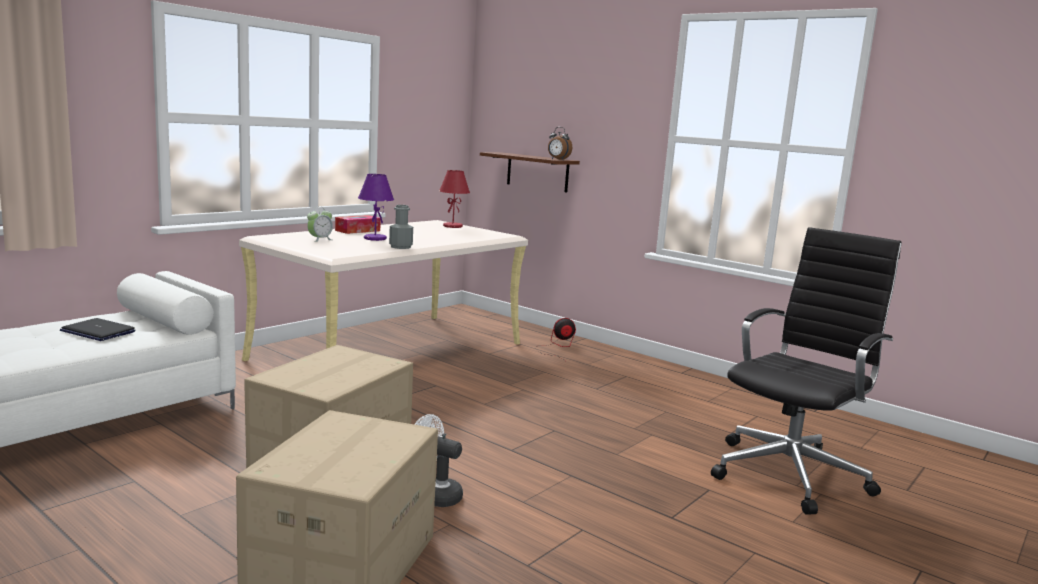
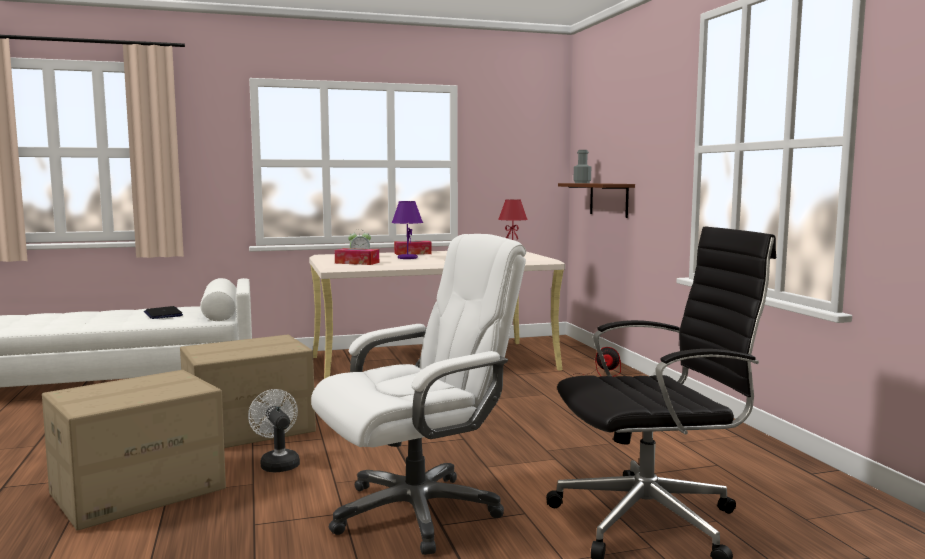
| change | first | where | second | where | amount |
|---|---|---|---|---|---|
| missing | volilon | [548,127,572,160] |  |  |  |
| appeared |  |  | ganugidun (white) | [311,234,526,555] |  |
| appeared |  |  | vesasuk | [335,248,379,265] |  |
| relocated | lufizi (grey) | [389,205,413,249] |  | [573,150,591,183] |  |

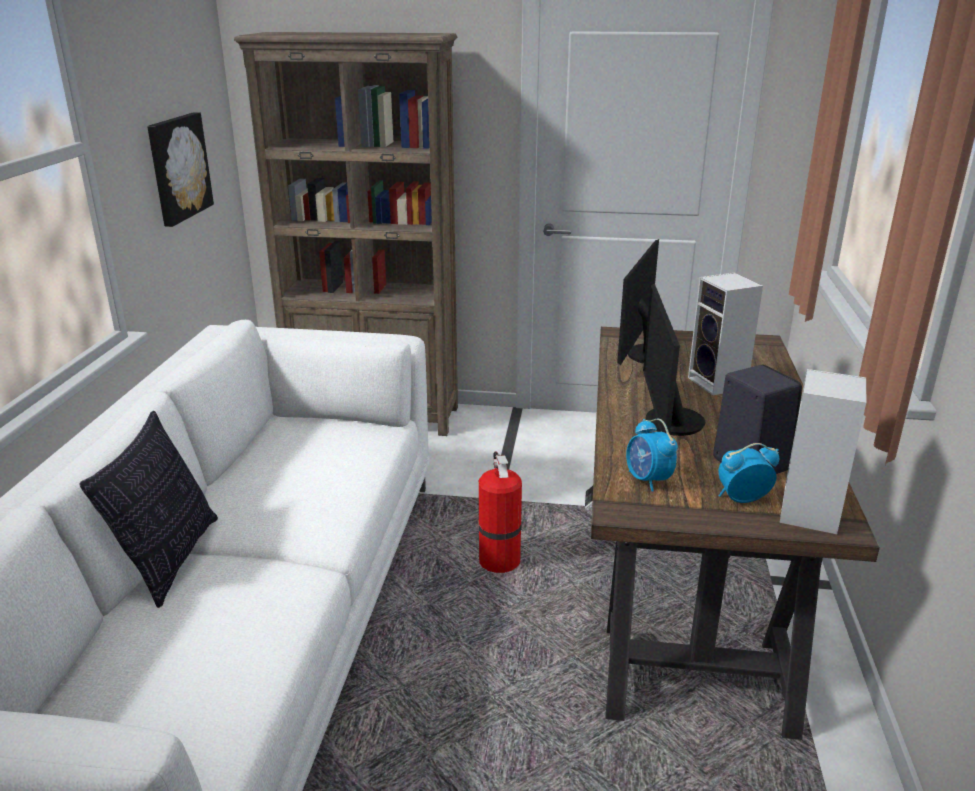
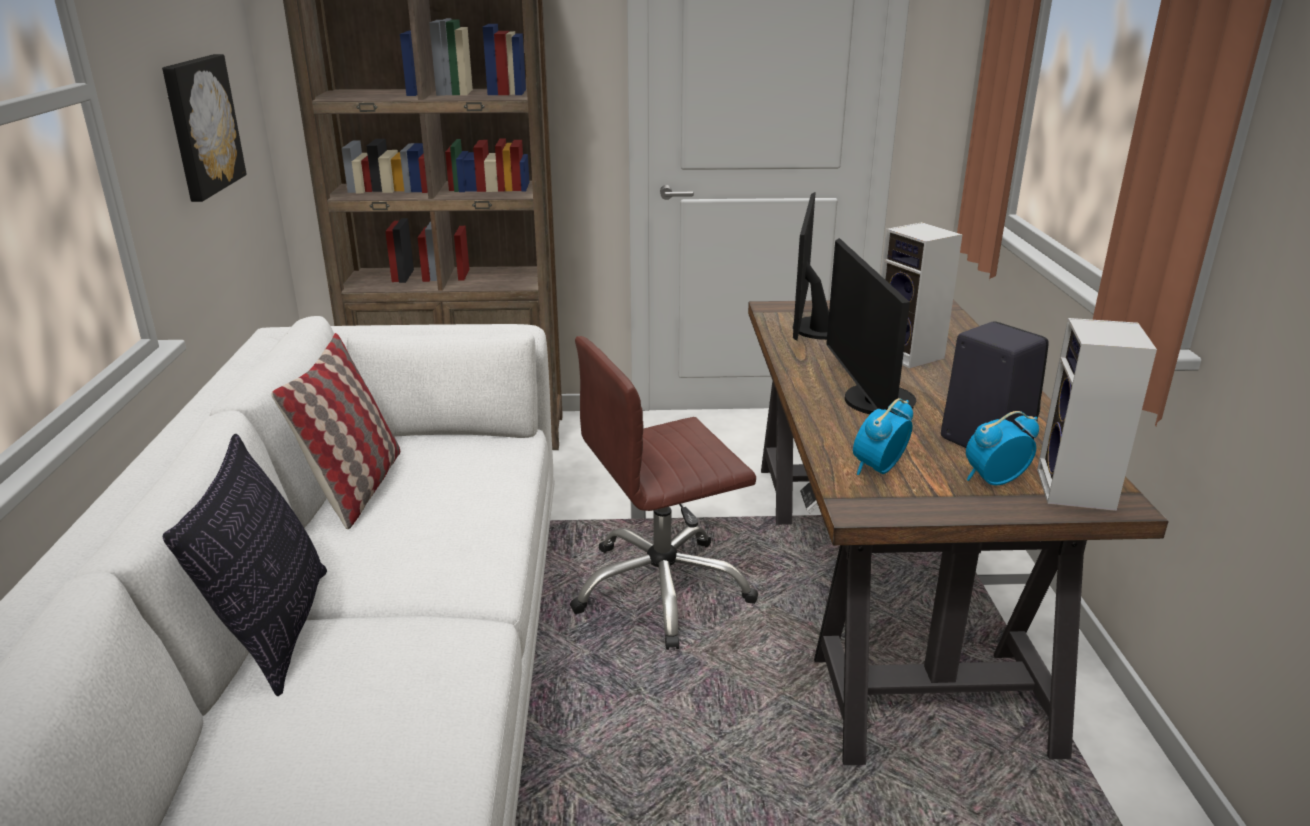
| change | first | where | second | where | amount |
|---|---|---|---|---|---|
| appeared |  |  | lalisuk | [271,333,400,529] |  |
| exchanged | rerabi | [478,451,522,573] | ganugidun (brown) | [570,336,758,650] |  |
| spun | volilon | [626,419,678,491] |  | [853,398,913,475] | 75 degrees clockwise |

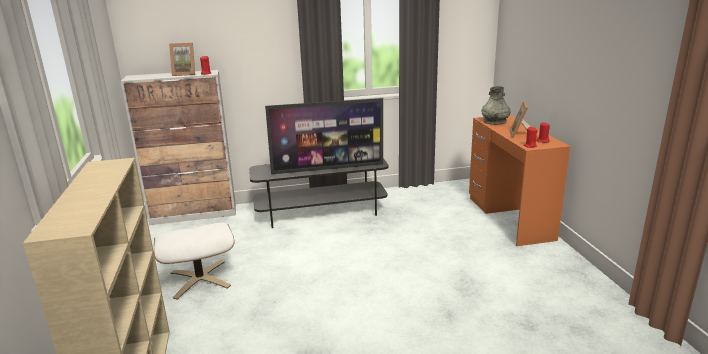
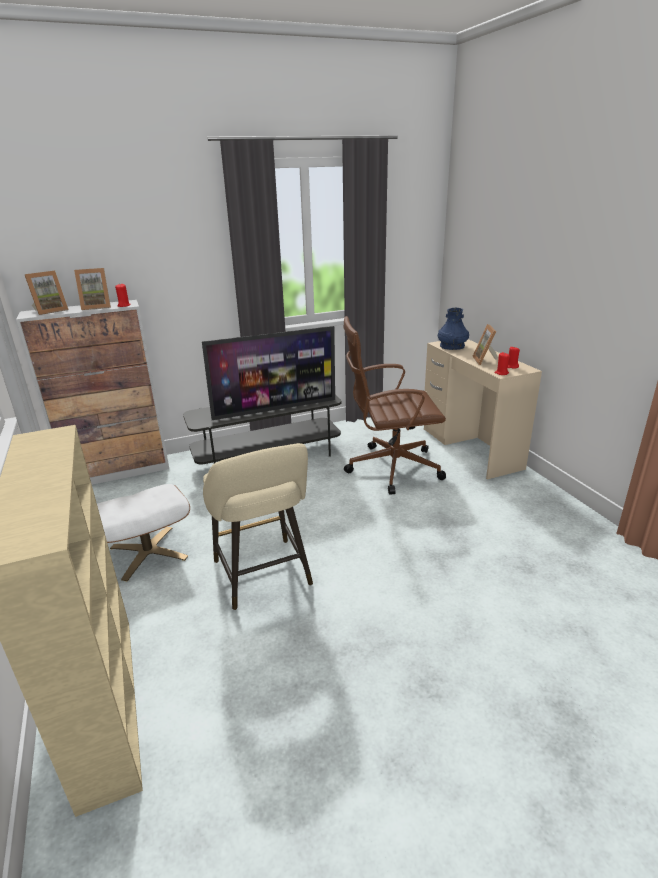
| change | first | where | second | where | amount |
|---|---|---|---|---|---|
| appeared |  |  | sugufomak | [25,271,69,315] |  |
| appeared |  |  | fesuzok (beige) | [203,443,313,610] |  |
| appeared |  |  | ganugidun (brown) | [343,316,446,495] |  |
| colour | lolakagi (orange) | [469,115,570,246] | lolakagi (beige) | [424,339,542,480] |  |
| colour | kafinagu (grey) | [482,86,511,125] | kafinagu (blue) | [438,308,469,350] |  |

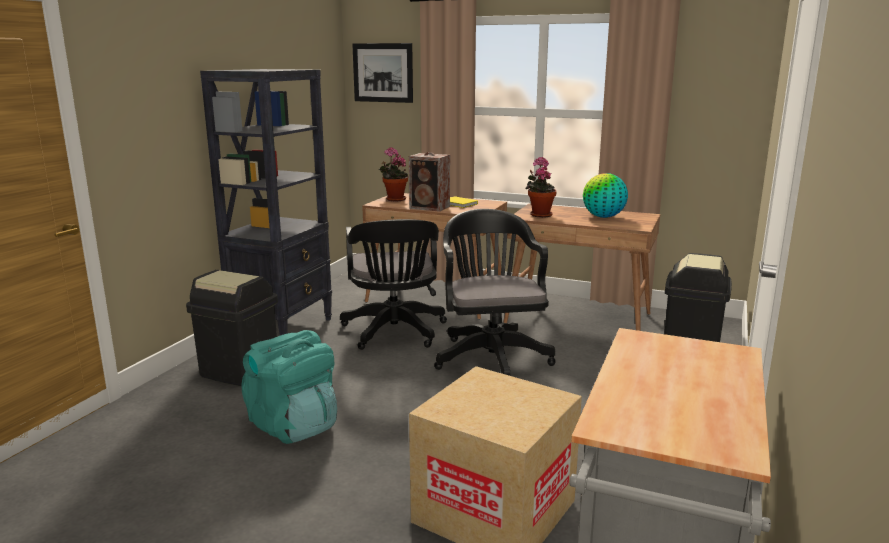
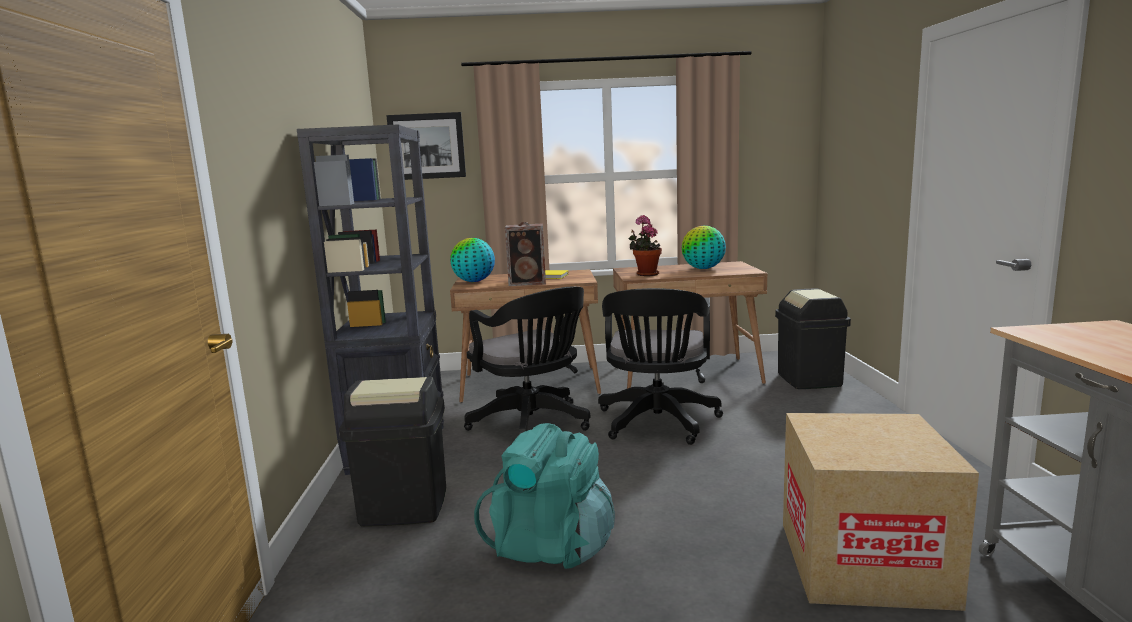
| change | first | where | second | where | amount |
|---|---|---|---|---|---|
| exchanged | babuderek | [379,147,408,201] | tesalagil | [450,238,495,282] |  |
| spun | ganugidun (black) | [434,209,556,376] |  | [598,288,723,445] | 135 degrees counterclockwise |

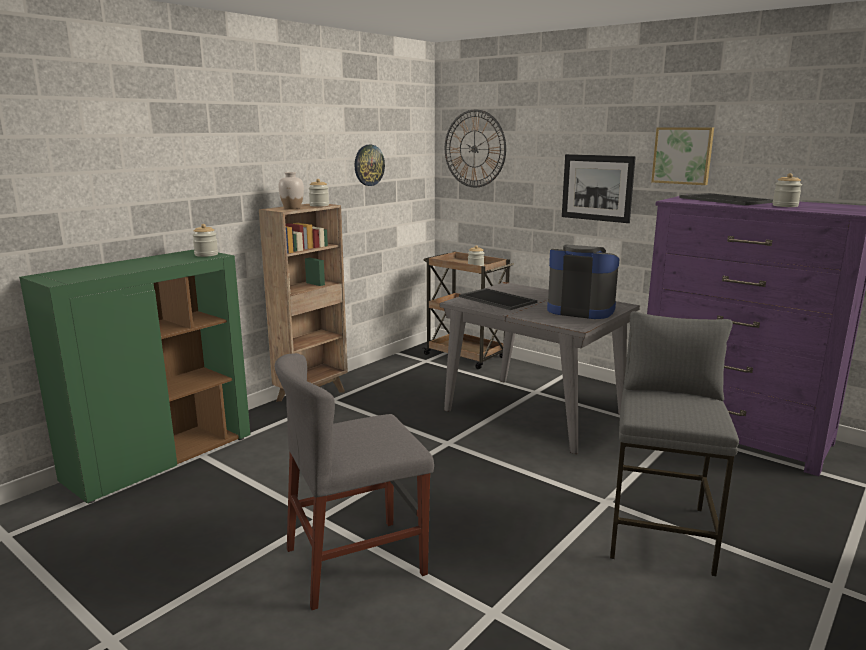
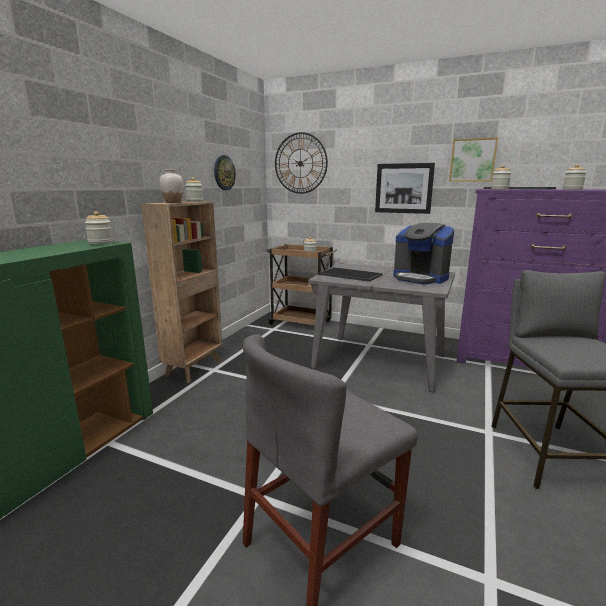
| change | first | where | second | where | amount |
|---|---|---|---|---|---|
| appeared |  |  | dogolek | [491,165,511,189] |  |
| spun | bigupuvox | [547,245,619,319] |  | [393,223,454,284] | 150 degrees counterclockwise |

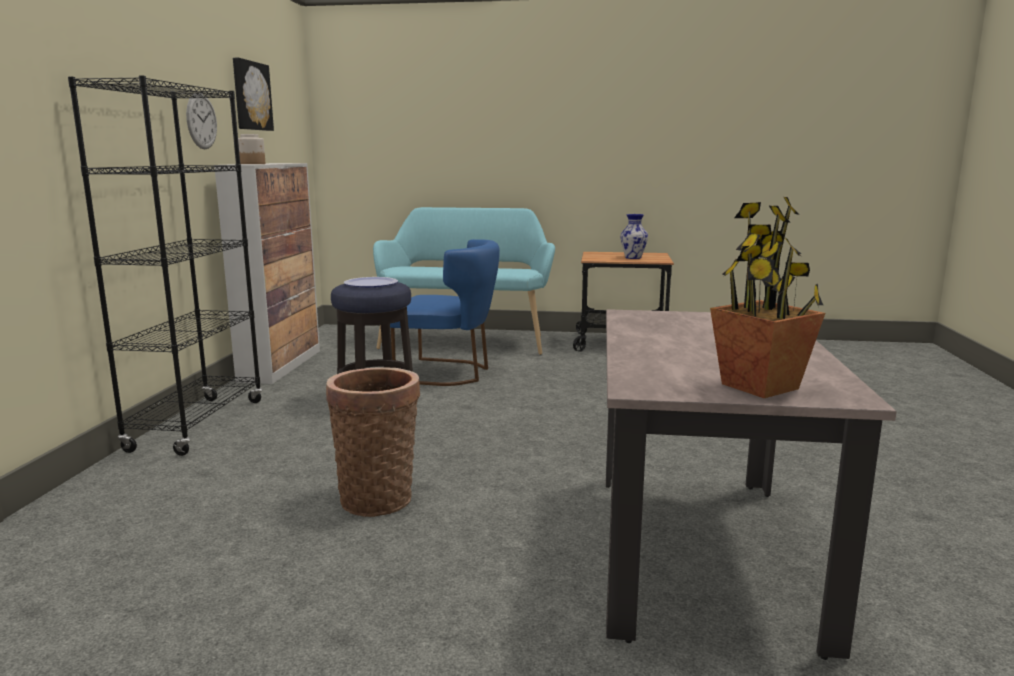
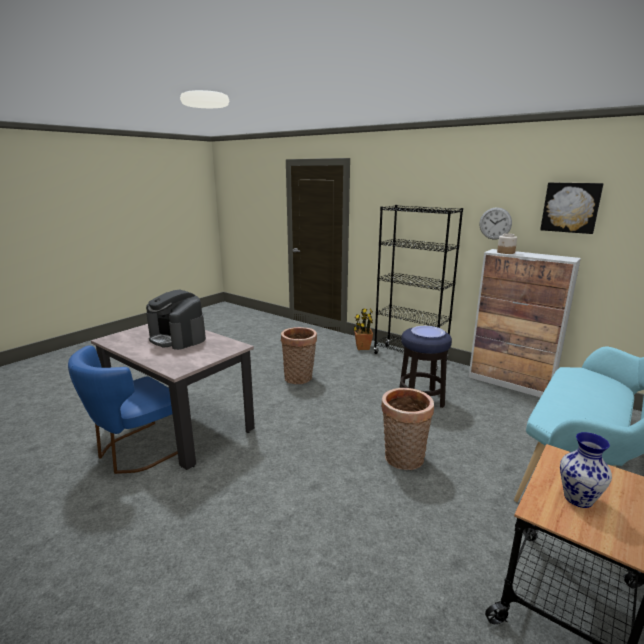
| change | first | where | second | where | amount |
|---|---|---|---|---|---|
| appeared |  |  | bigupuvox | [146,290,206,350] |  |
| appeared |  |  | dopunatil | [381,388,434,470] |  |
| relocated | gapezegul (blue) | [390,239,500,386] |  | [68,345,178,474] |  |
| relocated | babuderek | [710,197,825,398] |  | [353,308,373,350] |  |

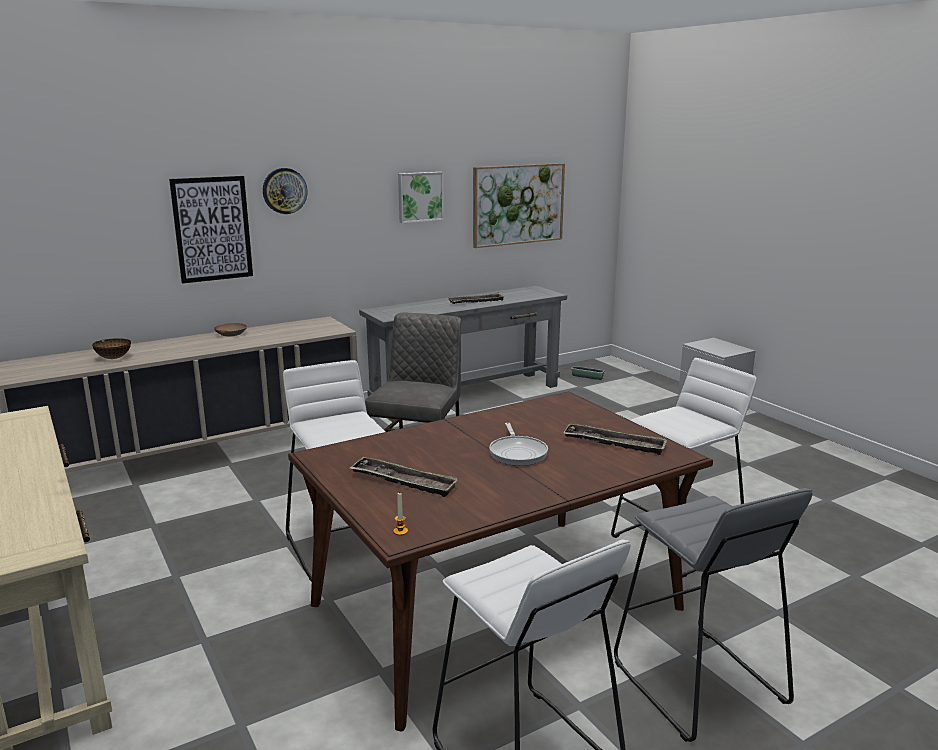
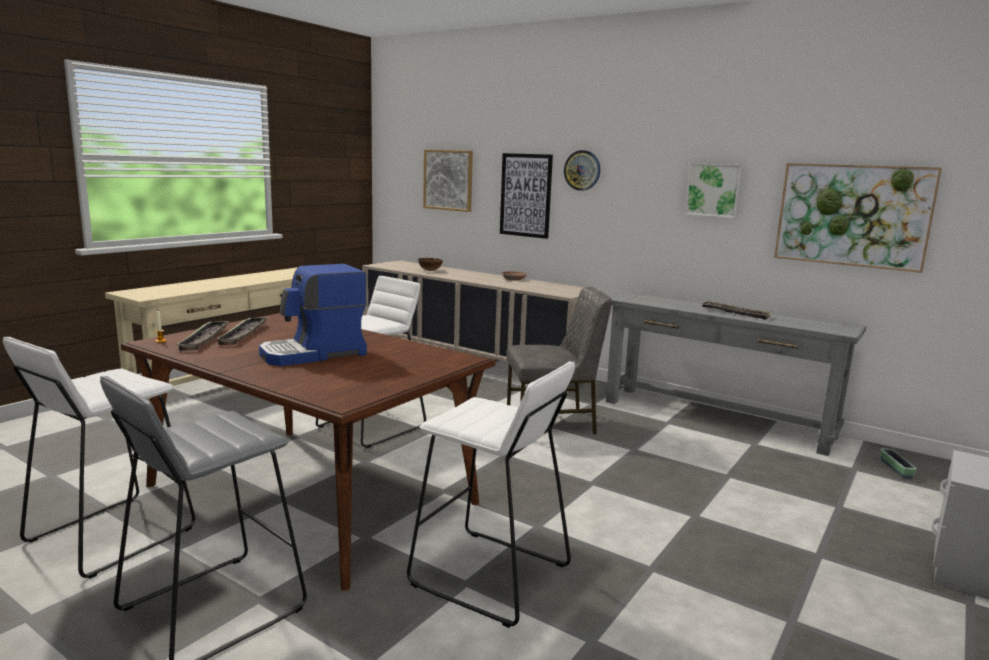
| change | first | where | second | where | amount |
|---|---|---|---|---|---|
| appeared |  |  | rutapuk | [423,149,473,212] |  |
| relocated | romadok | [563,424,667,455] |  | [176,321,229,351] |  |
| exchanged | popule | [489,423,548,466] | bigupuvox | [259,264,367,366] |  |

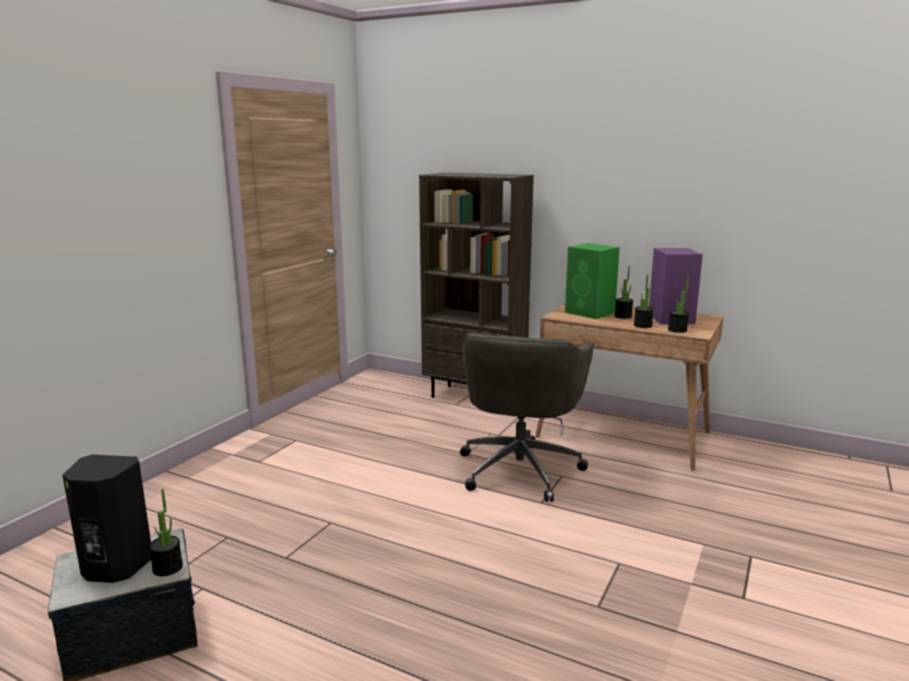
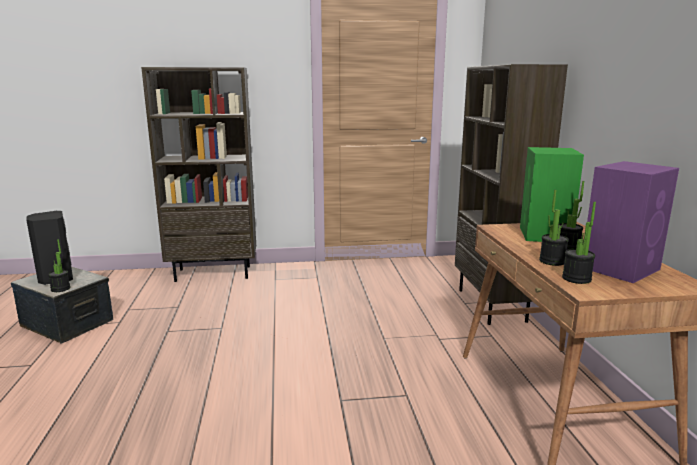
| change | first | where | second | where | amount |
|---|---|---|---|---|---|
| missing | ganugidun (grey) | [460,333,594,502] |  |  |  |
| appeared |  |  | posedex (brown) | [141,67,256,282] |  |

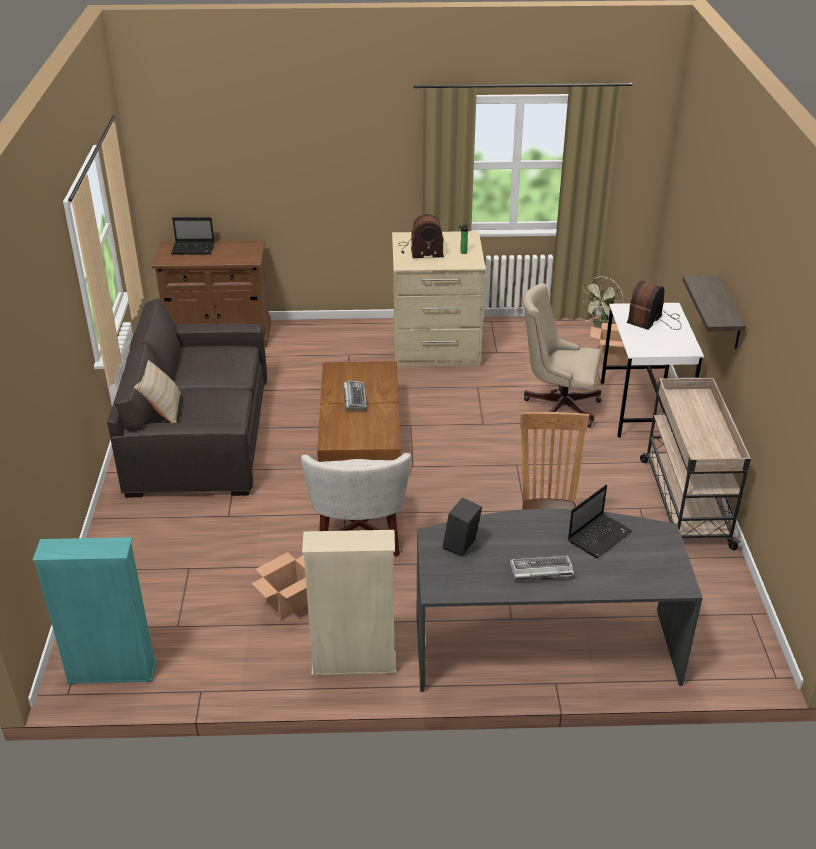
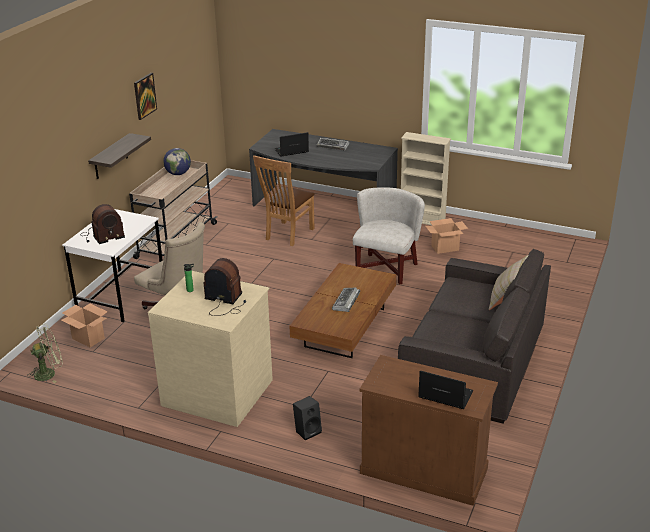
| change | first | where | second | where | amount |
|---|---|---|---|---|---|
| missing | posedex (turquoise) | [32,537,157,684] |  |  |  |
| appeared |  |  | rutapuk | [134,73,157,120] |  |
| appeared |  |  | tesalagil | [163,148,191,175] |  |
| relocated | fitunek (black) | [443,497,482,556] |  | [293,396,322,440] |  |

